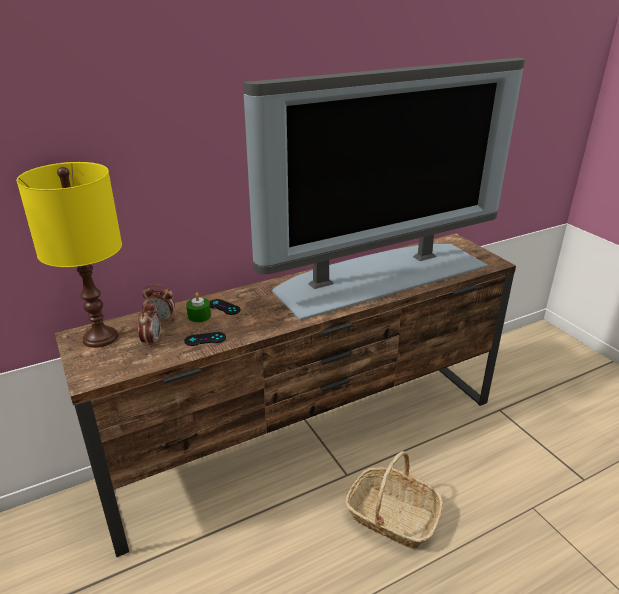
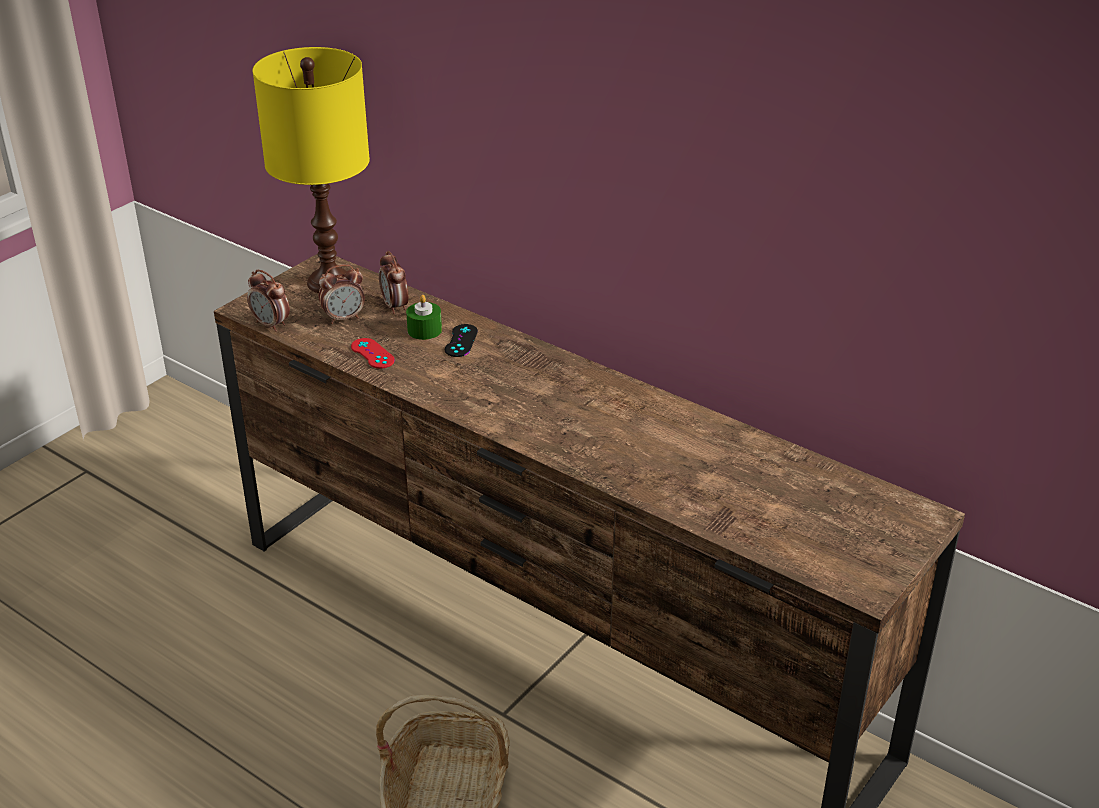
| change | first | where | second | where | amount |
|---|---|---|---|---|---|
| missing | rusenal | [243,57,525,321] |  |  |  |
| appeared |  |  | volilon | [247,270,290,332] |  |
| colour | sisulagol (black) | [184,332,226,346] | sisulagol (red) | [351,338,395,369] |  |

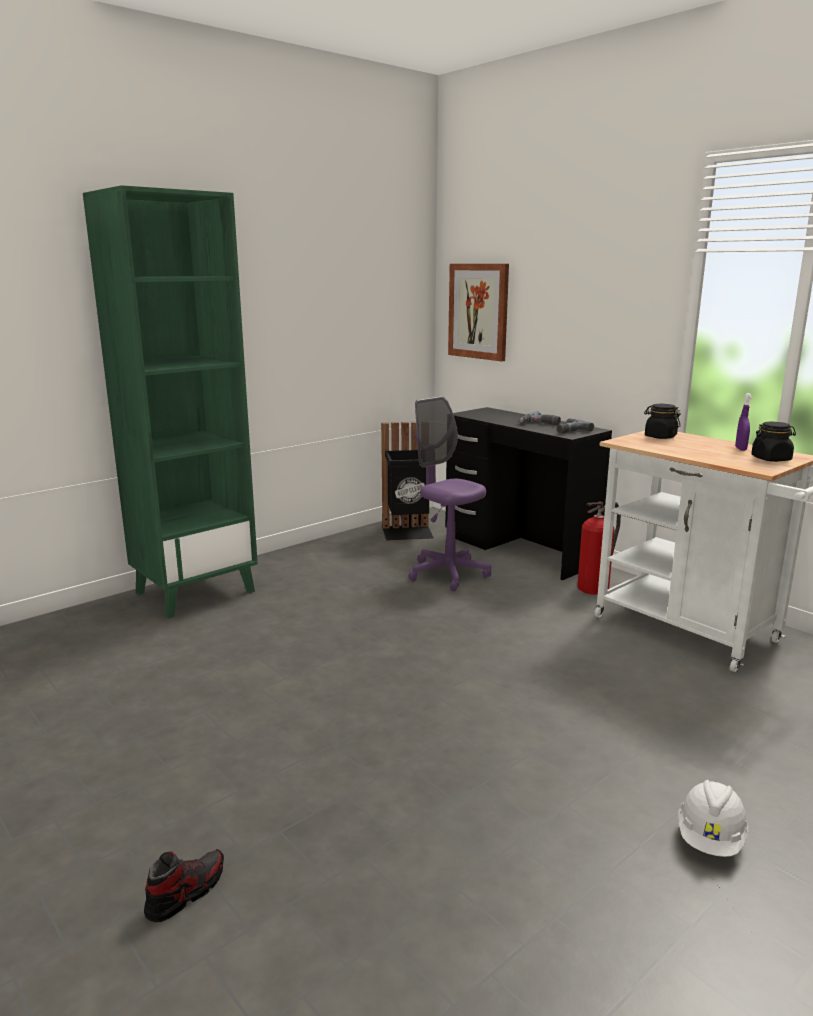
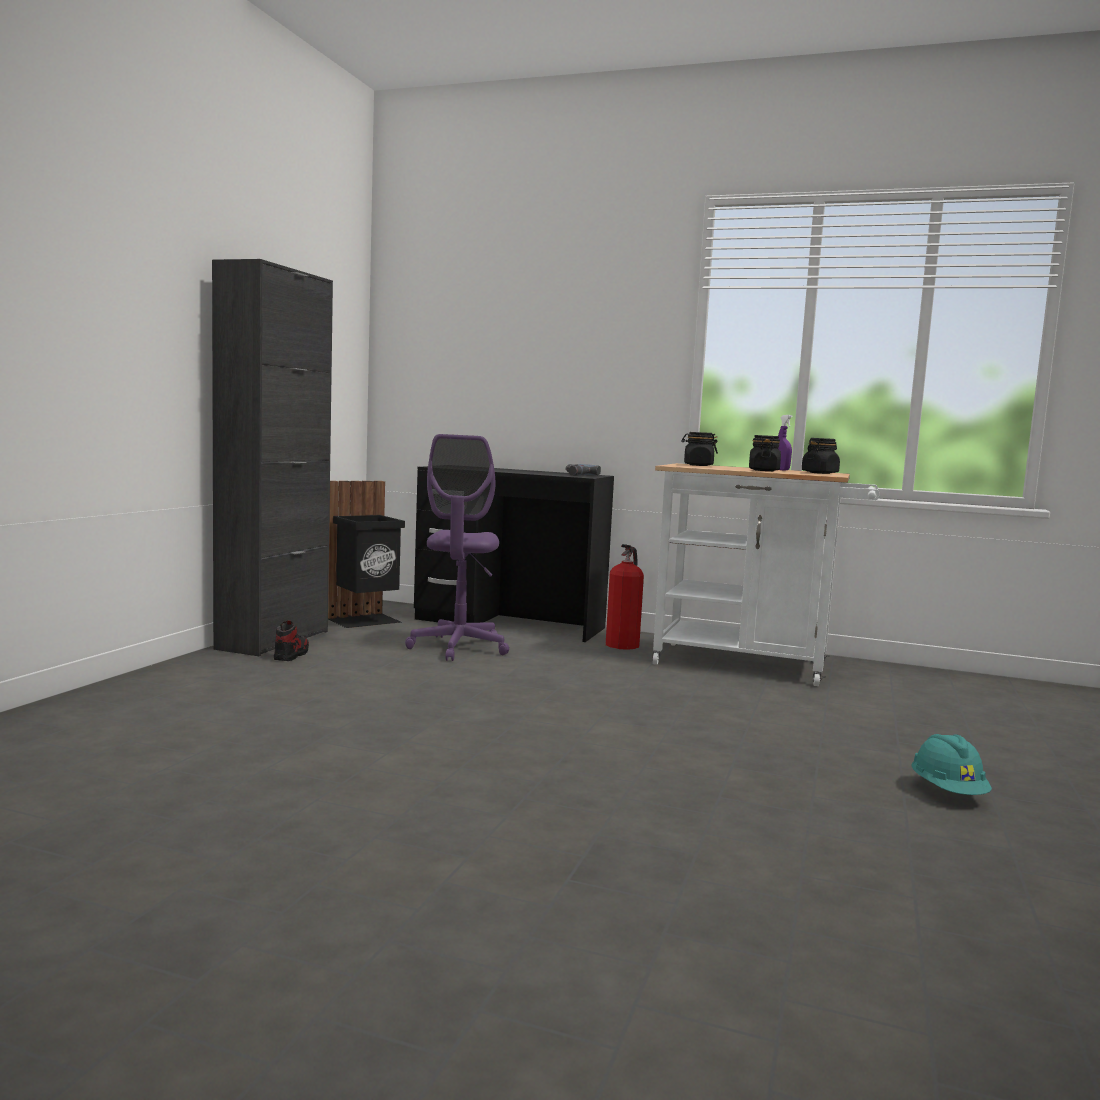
| change | first | where | second | where | amount |
|---|---|---|---|---|---|
| missing | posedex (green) | [83,185,258,618] |  |  |  |
| missing | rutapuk | [448,264,509,361] |  |  |  |
| missing | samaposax | [519,411,561,425] |  |  |  |
| appeared |  |  | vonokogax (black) | [212,259,333,656] |  |
| appeared |  |  | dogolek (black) | [749,435,781,471] |  |
| relocated | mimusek | [144,849,224,922] |  | [274,620,309,661] |  |
| colour | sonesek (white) | [678,780,749,857] | sonesek (turquoise) | [911,734,992,795] |  |
| spun | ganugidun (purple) | [408,396,491,591] |  | [405,434,509,661] | 105 degrees counterclockwise |

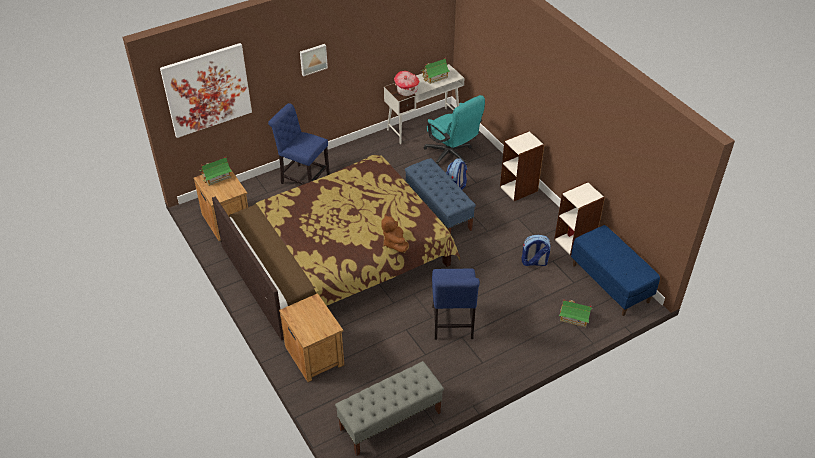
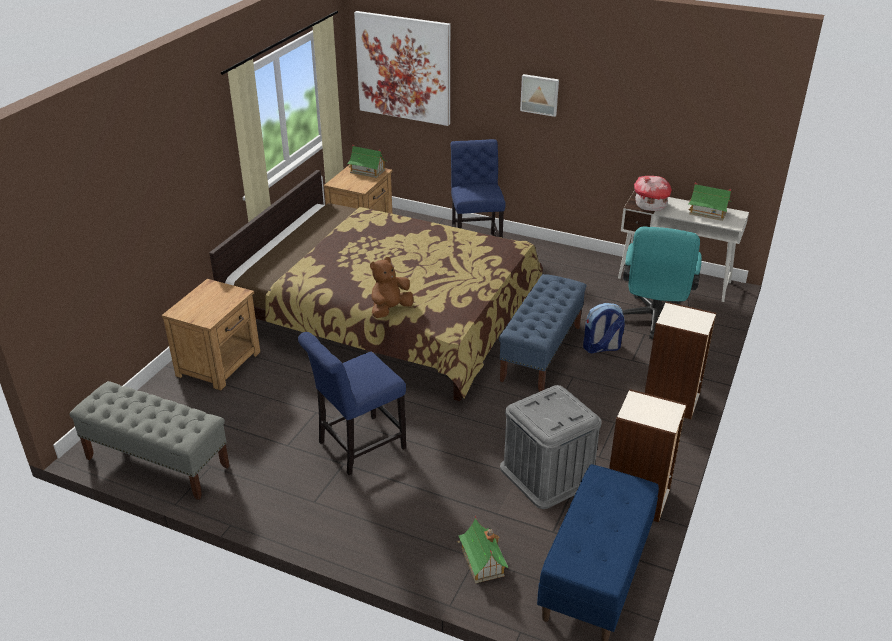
| change | first | where | second | where | amount |
|---|---|---|---|---|---|
| exchanged | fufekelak | [521,235,550,266] | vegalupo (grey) | [500,385,602,509] |  |

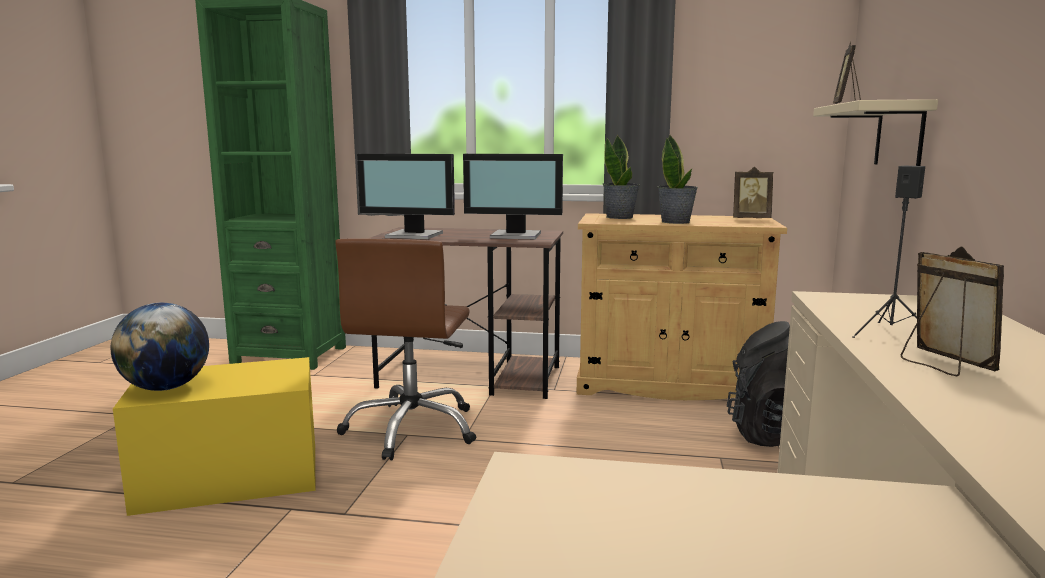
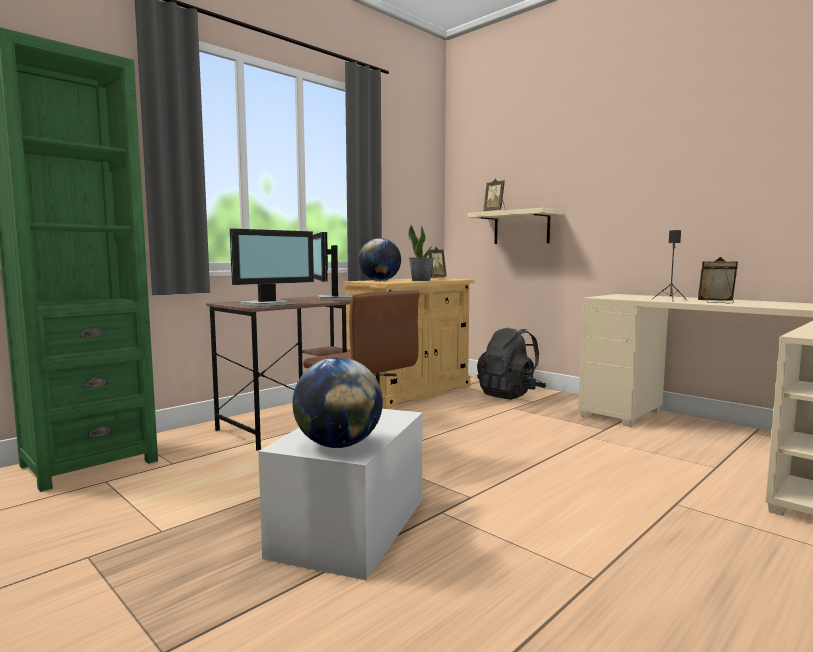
| change | first | where | second | where | amount |
|---|---|---|---|---|---|
| exchanged | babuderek | [603,135,640,219] | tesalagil | [359,238,401,281] |  |
| colour | vegalupo (yellow) | [113,357,315,516] | vegalupo (white) | [258,409,423,580] |  |
| spun | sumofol | [463,154,563,239] |  | [313,232,352,300] | 120 degrees clockwise |

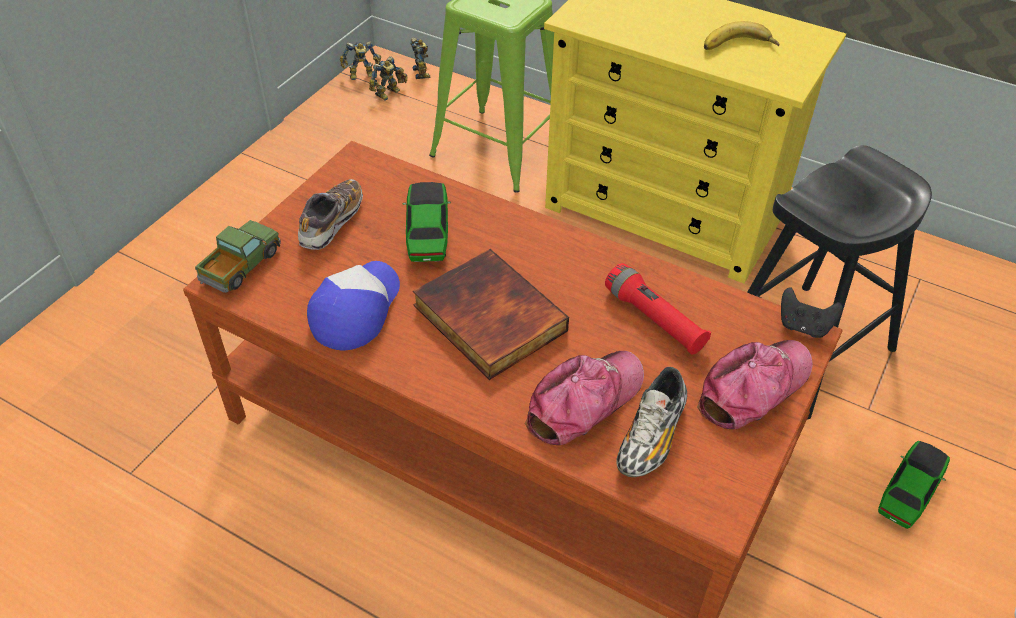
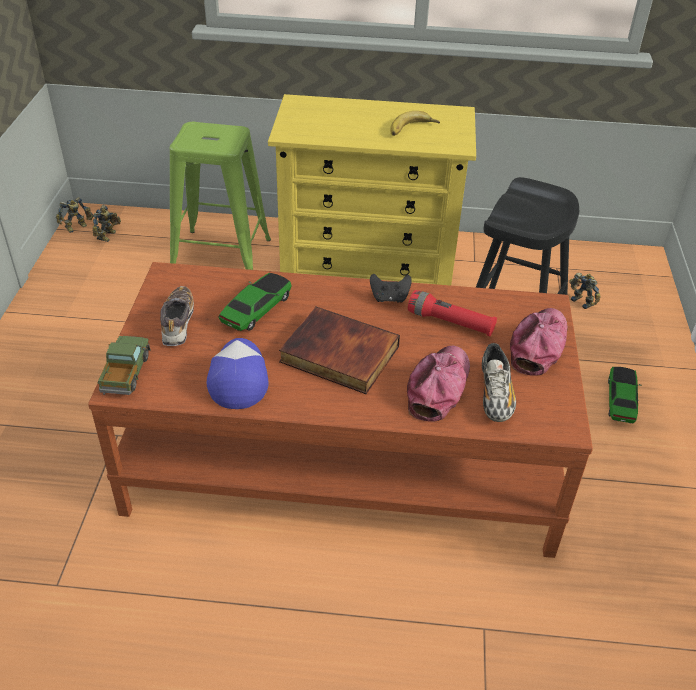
| change | first | where | second | where | amount |
|---|---|---|---|---|---|
| relocated | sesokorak | [410,37,431,79] |  | [569,273,601,309] |  |
| relocated | sisulagol (black) | [781,287,843,338] |  | [370,274,412,303] |  |
| spun | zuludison | [403,182,451,262] |  | [218,273,291,331] | 60 degrees clockwise |

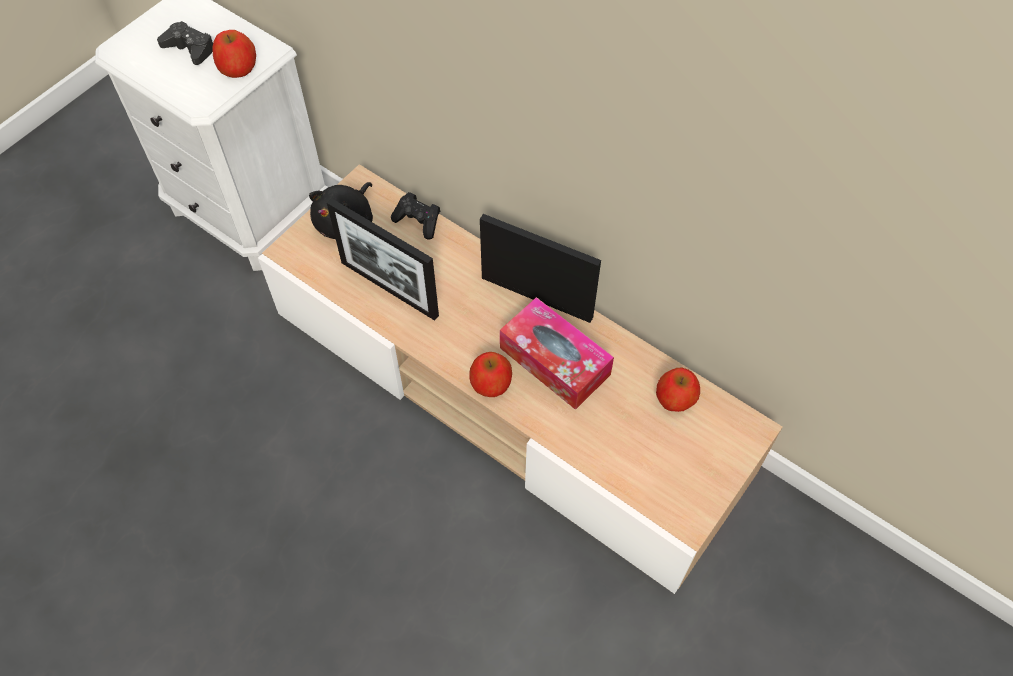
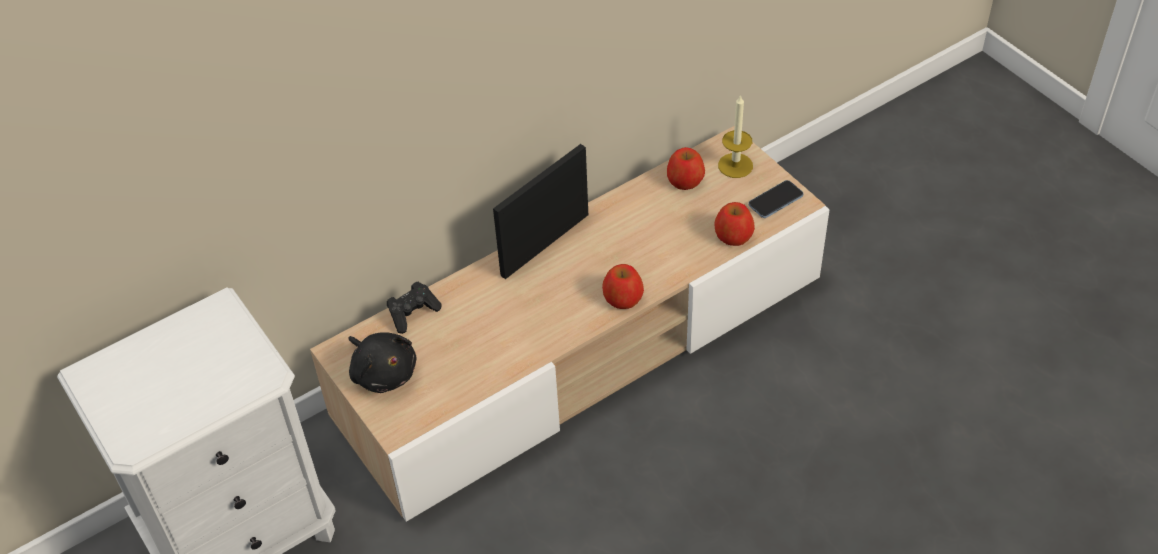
| change | first | where | second | where | amount |
|---|---|---|---|---|---|
| missing | sisulagol (black) | [157,21,213,65] |  |  |  |
| missing | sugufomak | [327,198,439,321] |  |  |  |
| missing | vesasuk | [500,297,614,410] |  |  |  |
| appeared |  |  | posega | [718,94,753,178] |  |
| appeared |  |  | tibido | [748,180,804,218] |  |
| relocated | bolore | [212,30,256,78] |  | [715,202,755,246] |  |

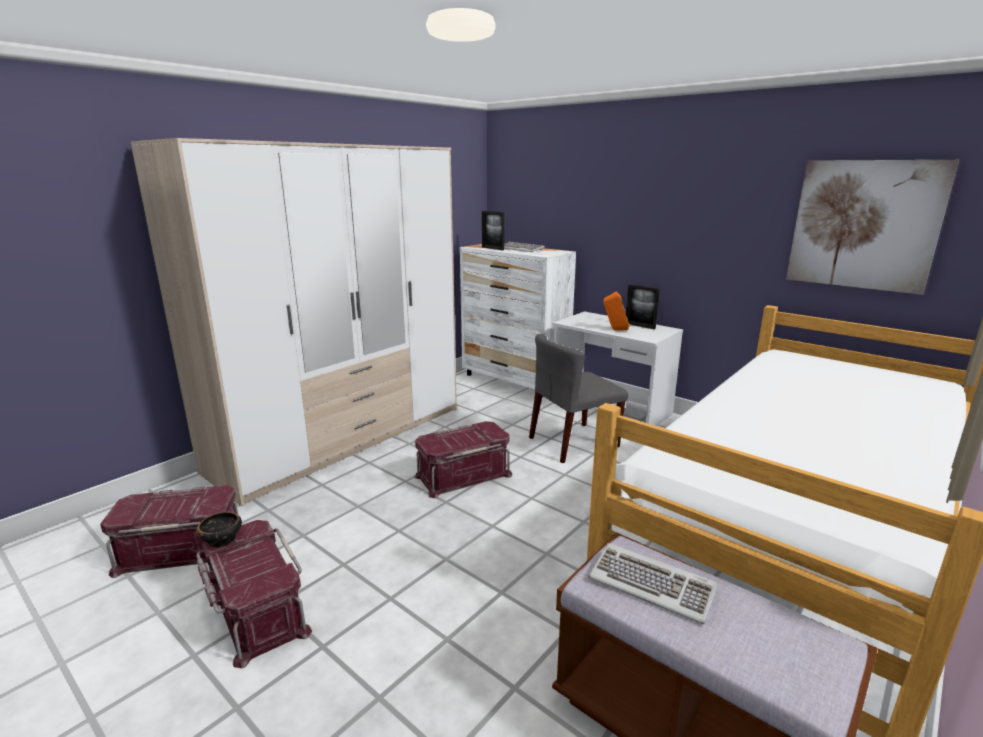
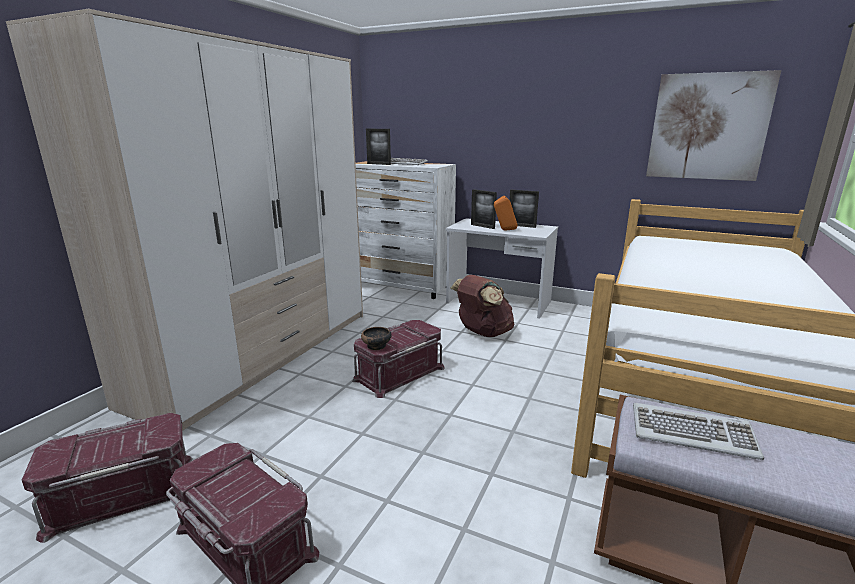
| change | first | where | second | where | amount |
|---|---|---|---|---|---|
| appeared |  |  | sugufomak | [471,189,497,229] |  |
| relocated | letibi | [196,512,242,548] |  | [361,327,392,350] |  |
| exchanged | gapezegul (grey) | [529,334,628,463] | fufekelak (brown) | [450,275,514,337] |  |

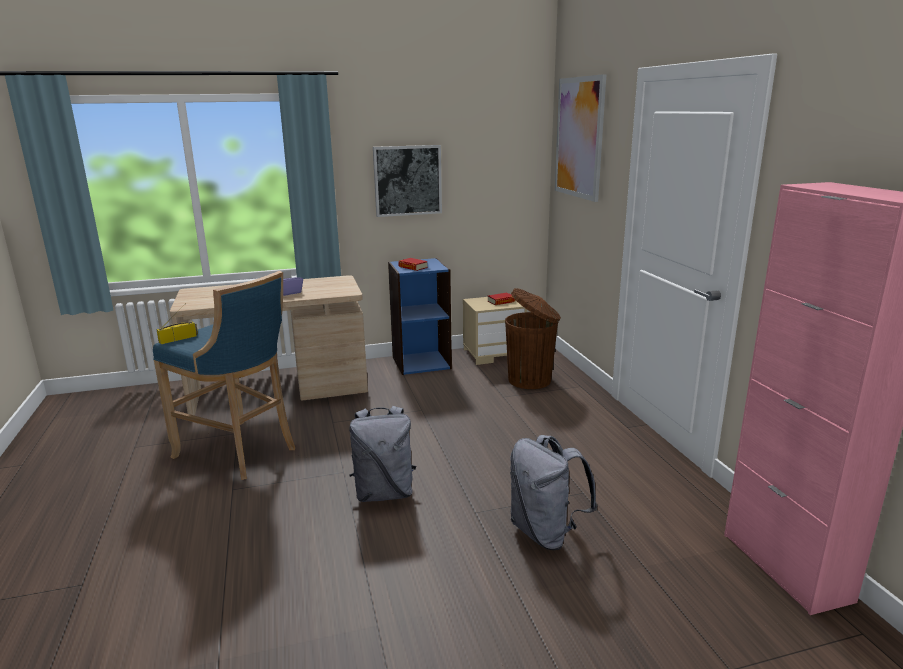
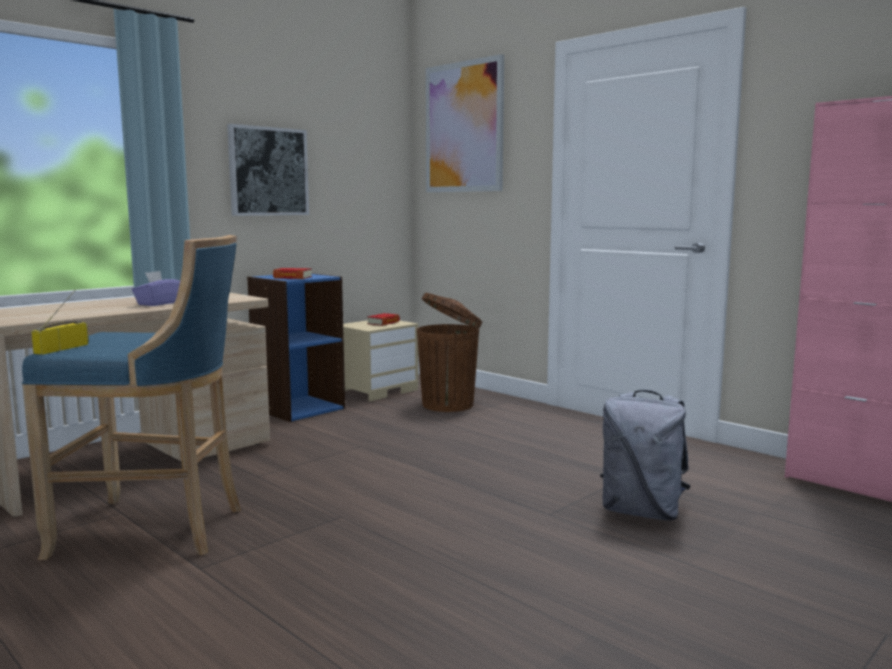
| change | first | where | second | where | amount |
|---|---|---|---|---|---|
| missing | fufekelak (grey) | [349,406,416,502] |  |  |  |

